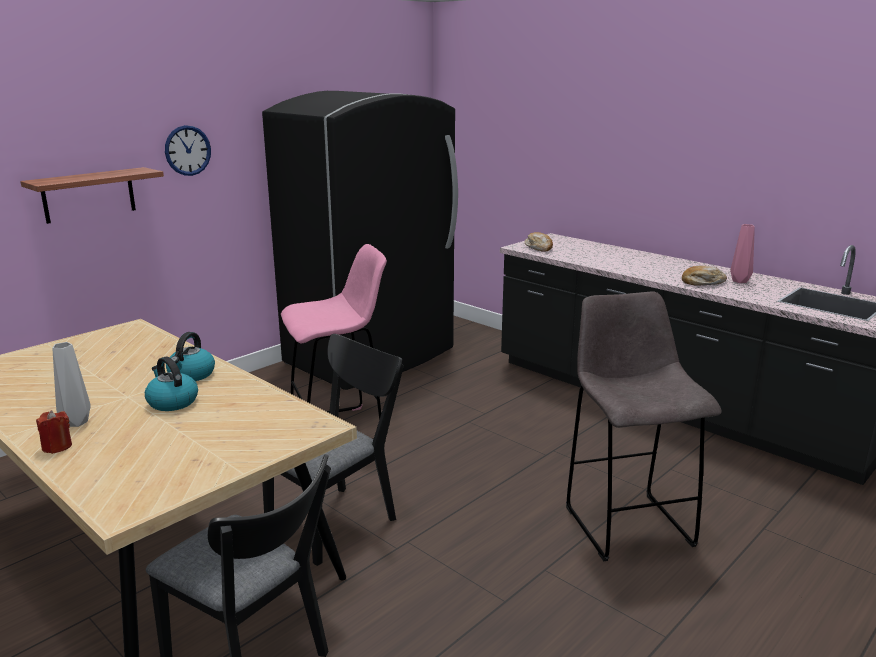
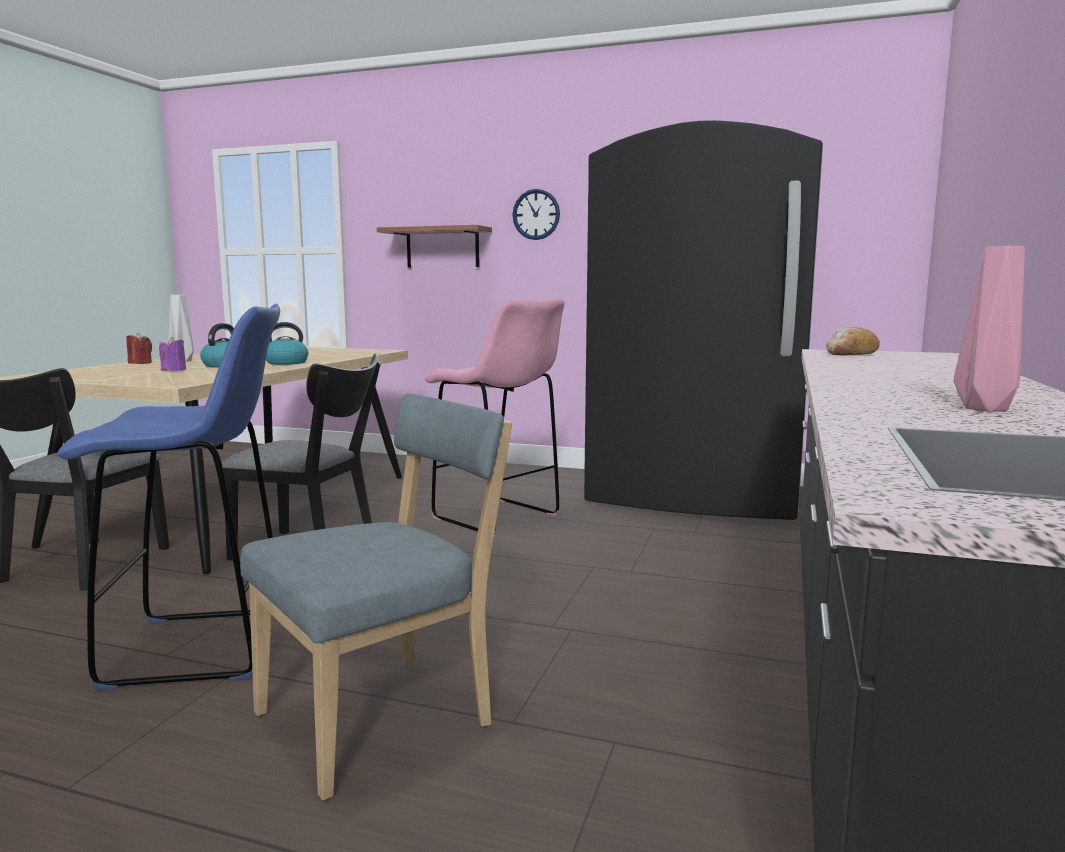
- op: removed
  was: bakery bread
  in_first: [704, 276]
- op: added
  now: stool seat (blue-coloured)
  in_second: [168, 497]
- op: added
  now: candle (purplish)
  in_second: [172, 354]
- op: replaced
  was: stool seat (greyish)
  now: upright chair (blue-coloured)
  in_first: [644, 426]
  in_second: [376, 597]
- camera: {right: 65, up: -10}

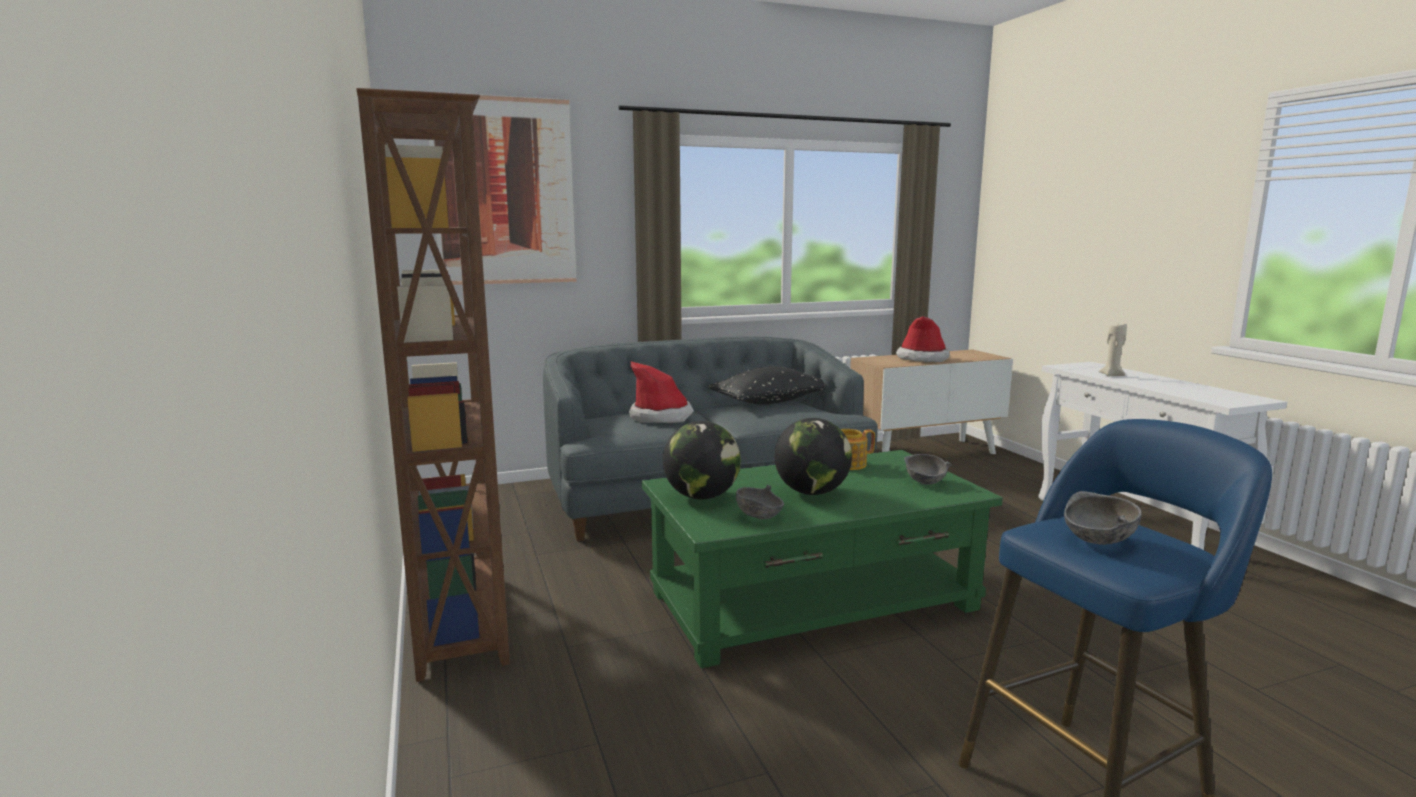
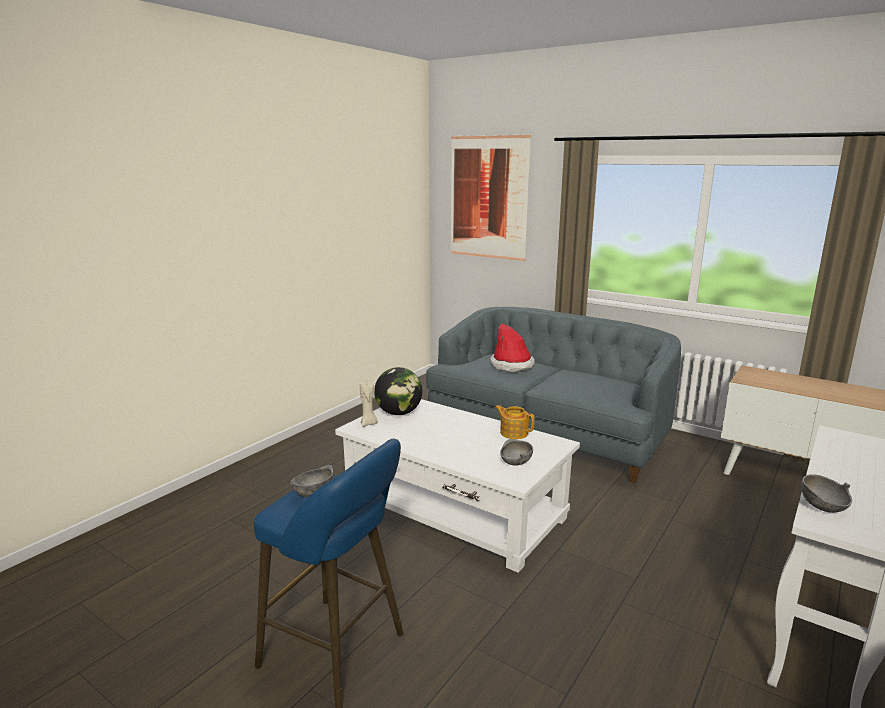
- op: removed
  was: shelving unit (brown)
  in_first: [433, 385]
- op: removed
  was: throw pillow (black)
  in_first: [766, 385]
- op: removed
  was: world globe
  in_first: [813, 456]
- op: removed
  was: hat
  in_first: [923, 339]
- op: moved
  was: serving bowl (greyish)
  in_first: [760, 501]
  in_second: [826, 493]
- op: moved
  was: candle (beige)
  in_first: [1113, 350]
  in_second: [369, 404]
- op: recoloured
  was: lounge table (green-coloured)
  now: lounge table (white)
  in_first: [822, 559]
  in_second: [457, 486]
- camera: {right: 55, up: 5}

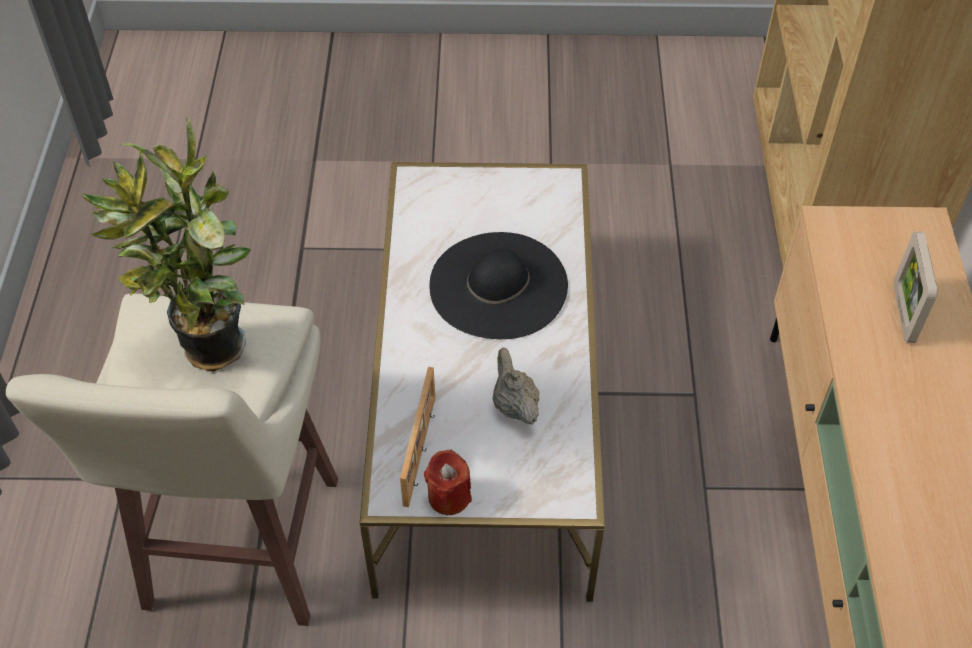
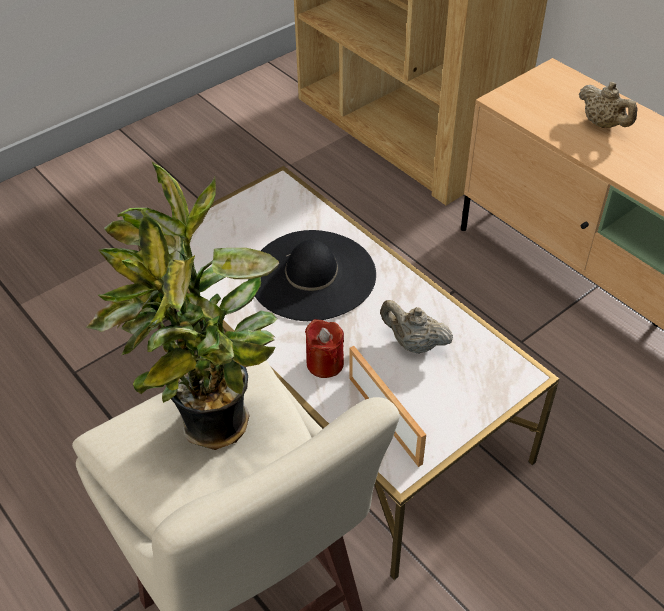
- op: moved
  was: candle (red)
  in_first: [448, 482]
  in_second: [324, 348]
- op: replaced
  was: photo frame
  now: tea pot (beige)
  in_first: [915, 287]
  in_second: [608, 105]
- camera: {right: -40, up: -5}

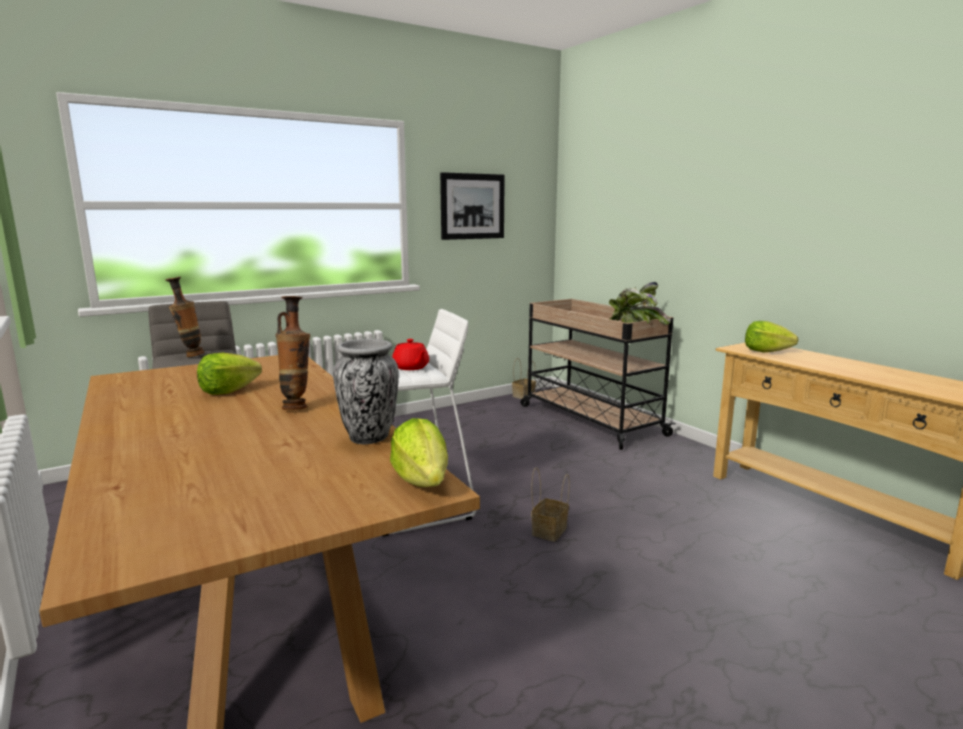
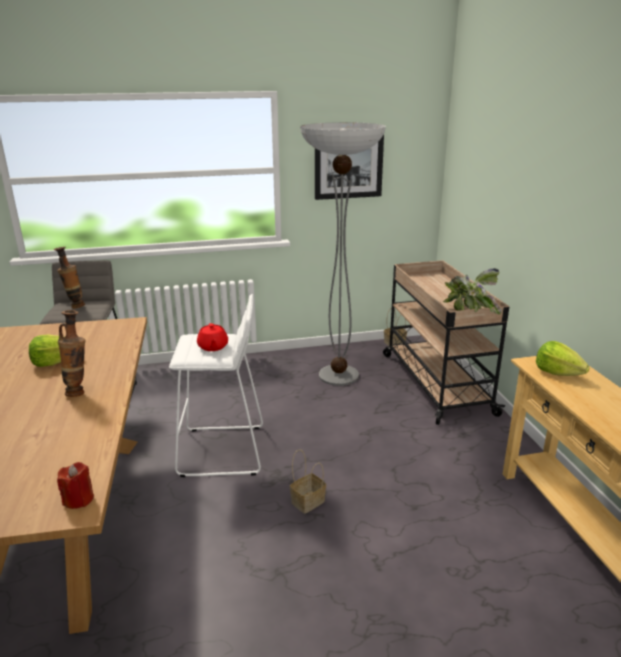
- op: removed
  was: vase
  in_first: [366, 391]
- op: added
  now: floor lamp
  in_second: [343, 254]
- op: replaced
  was: lettuce
  now: candle (red)
  in_first: [419, 452]
  in_second: [75, 485]
- camera: {right: 20, up: 10}

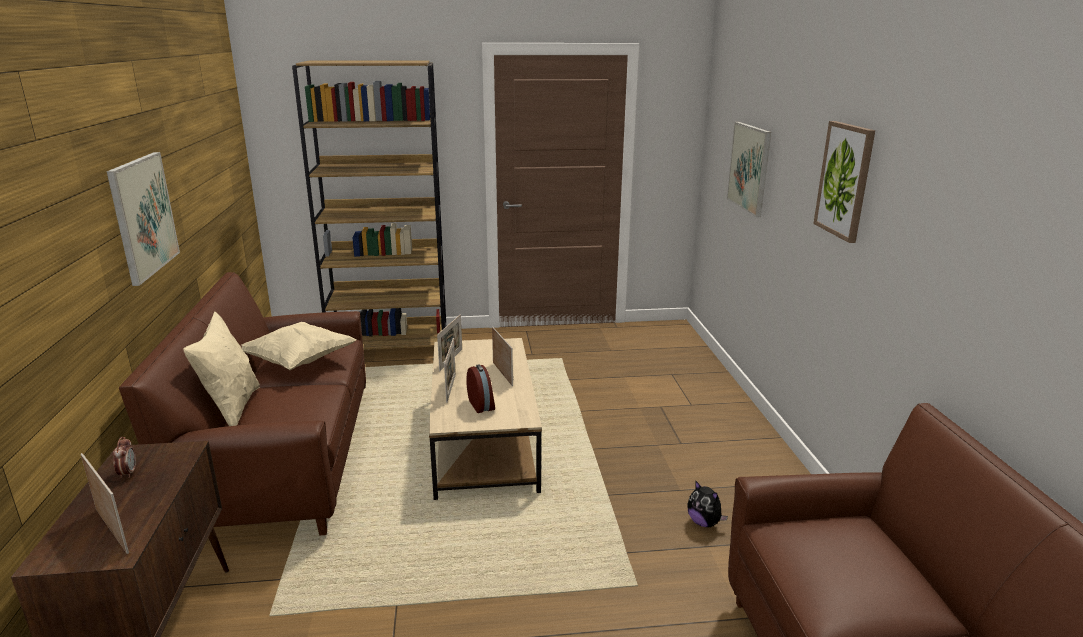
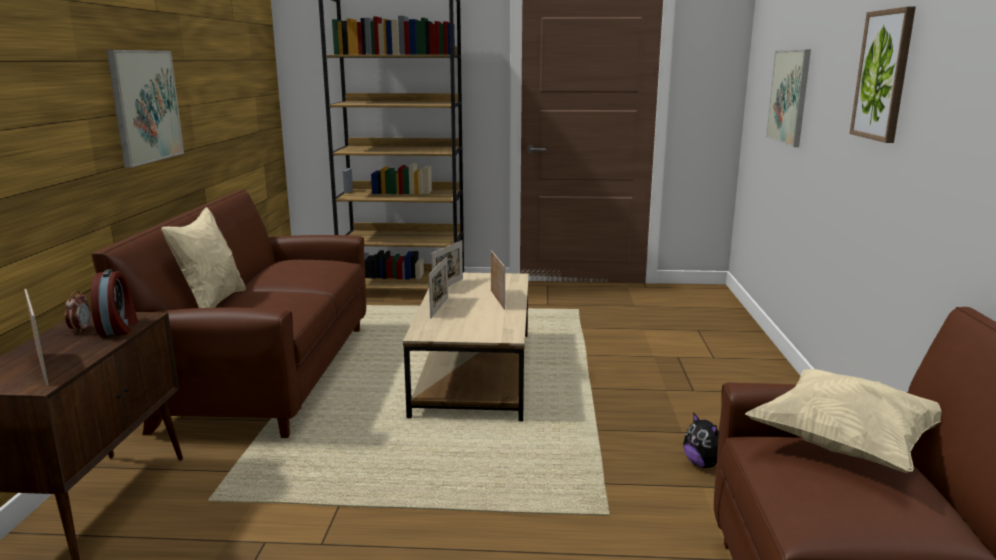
- op: moved
  was: throw pillow (beige)
  in_first: [299, 346]
  in_second: [843, 421]
- op: moved
  was: alarm clock
  in_first: [480, 388]
  in_second: [114, 302]
- camera: {right: 10, up: -5}

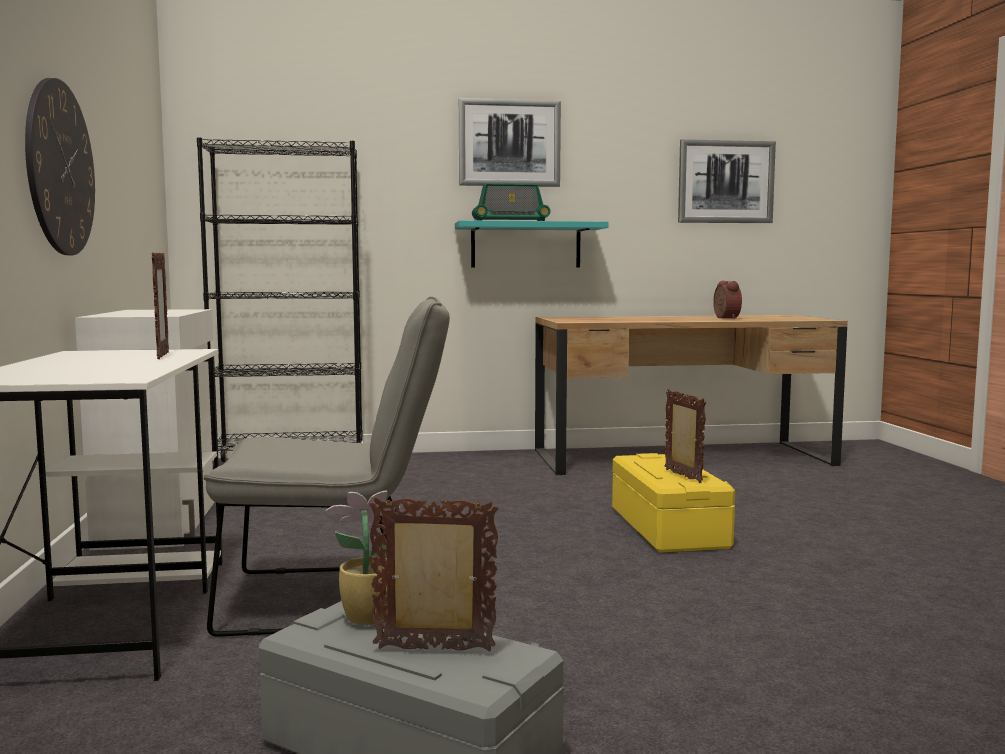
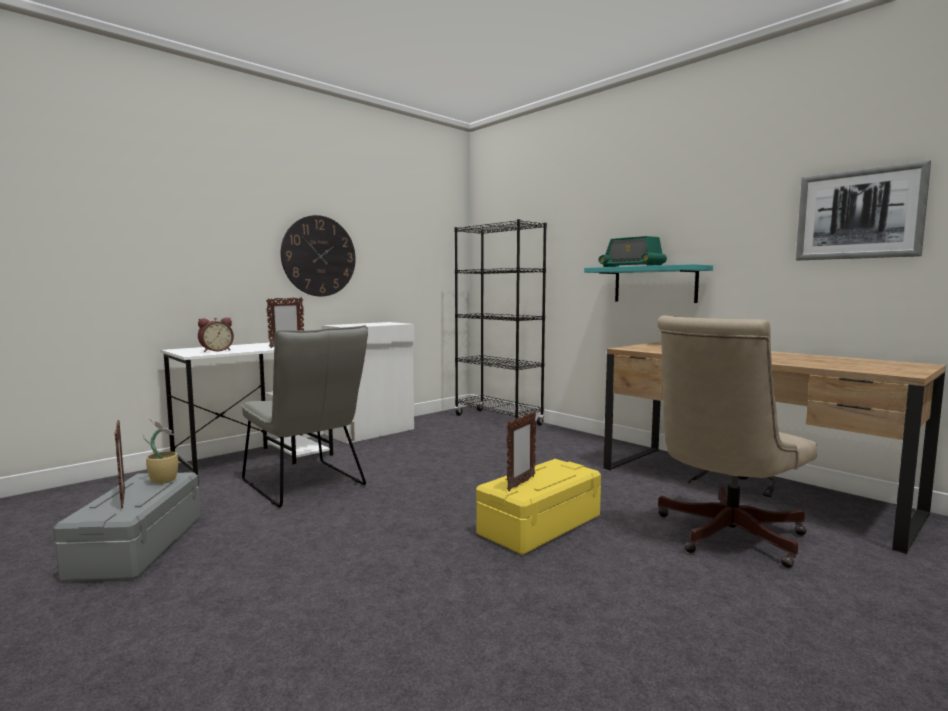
- op: removed
  was: wall picture
  in_first: [510, 142]
- op: added
  now: office chair (beige)
  in_second: [737, 442]
- op: moved
  was: alarm clock
  in_first: [727, 300]
  in_second: [216, 335]
- camera: {right: 55, up: 0}

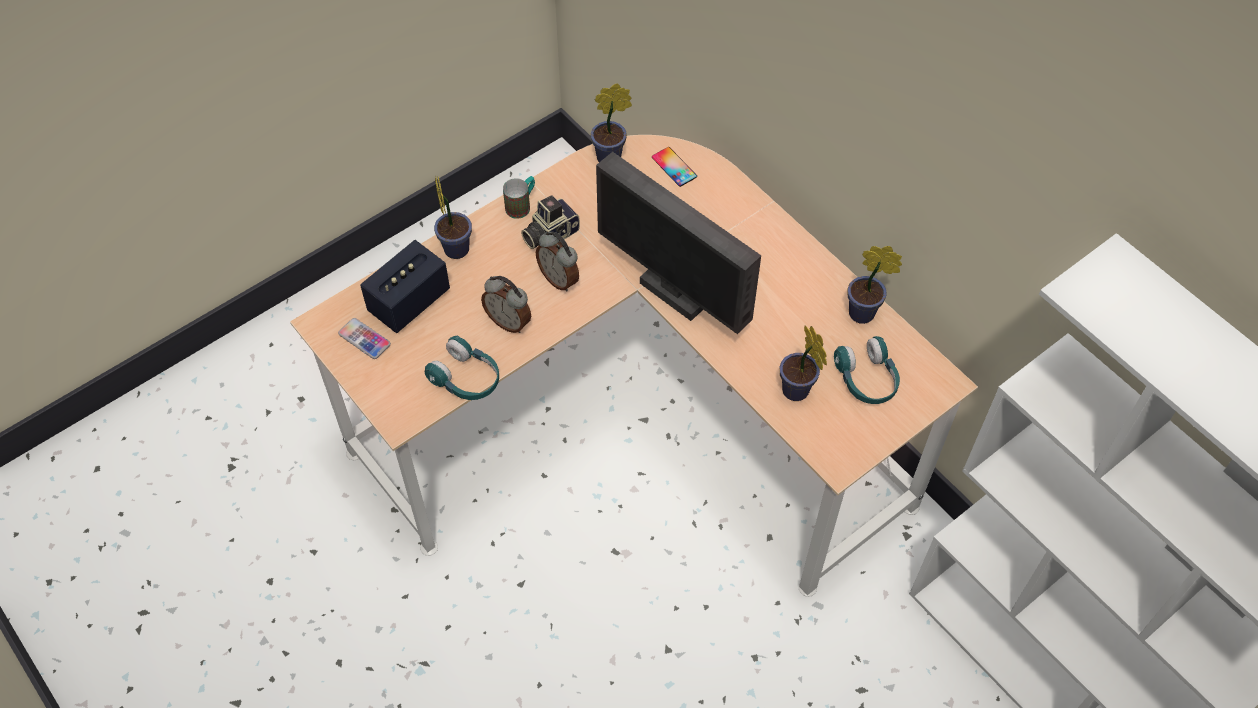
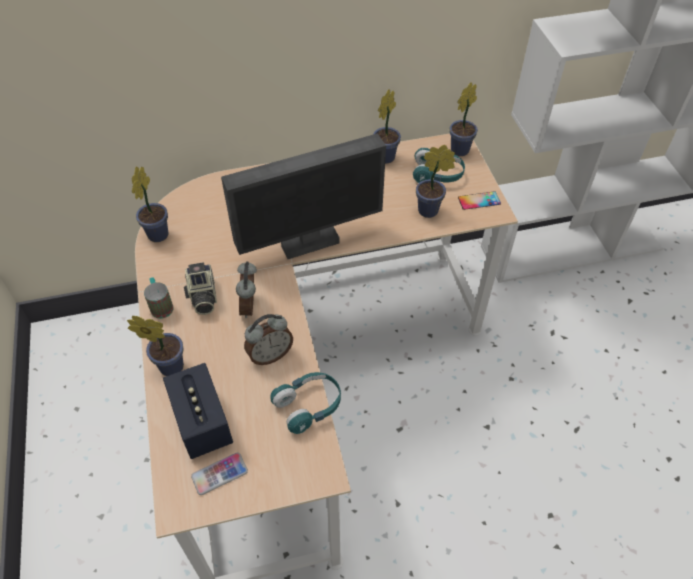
- op: added
  now: potted plant
  in_second: [464, 119]
- op: moved
  was: phone
  in_first: [674, 167]
  in_second: [479, 200]
- op: turned
  was: alarm clock
  in_first: [557, 261]
  in_second: [246, 289]
  clockwise: 105
- camera: {right: -65, up: -5}

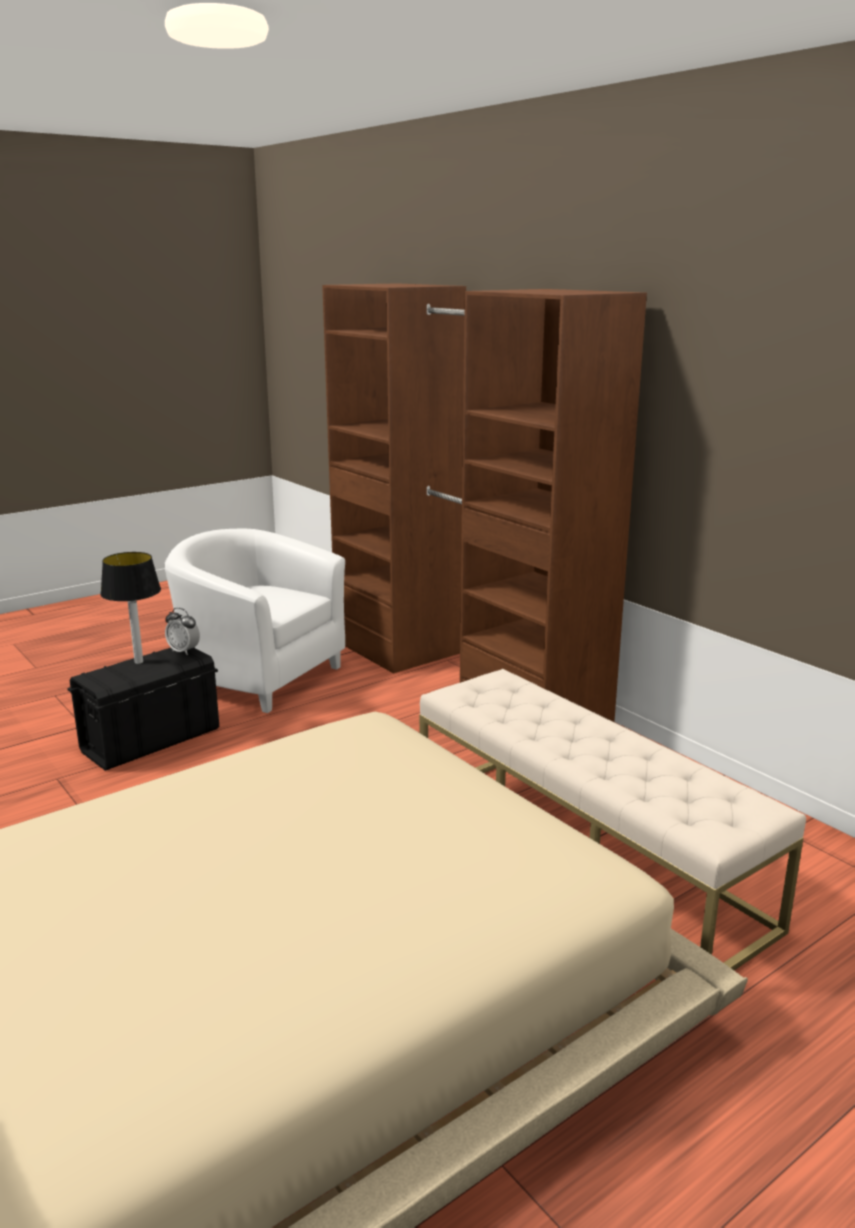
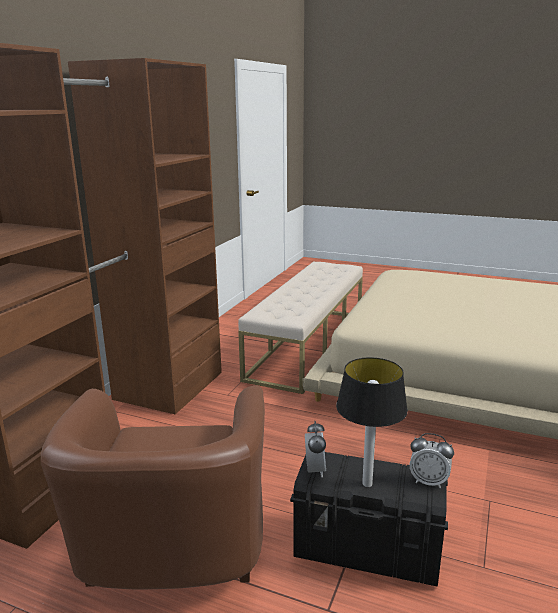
- op: added
  now: alarm clock
  in_second: [432, 460]
- op: recoloured
  was: armchair (white)
  now: armchair (brown)
  in_first: [255, 621]
  in_second: [153, 487]
- camera: {right: -120, up: 0}

